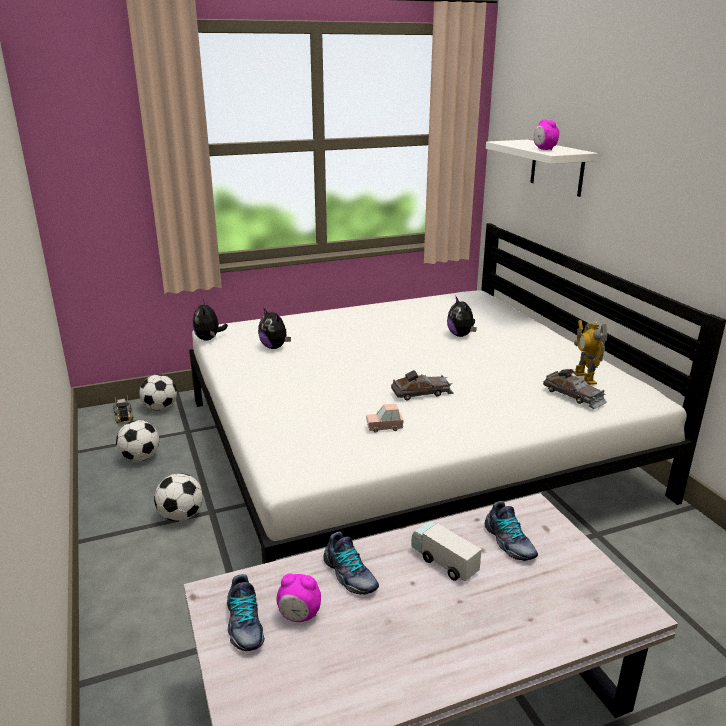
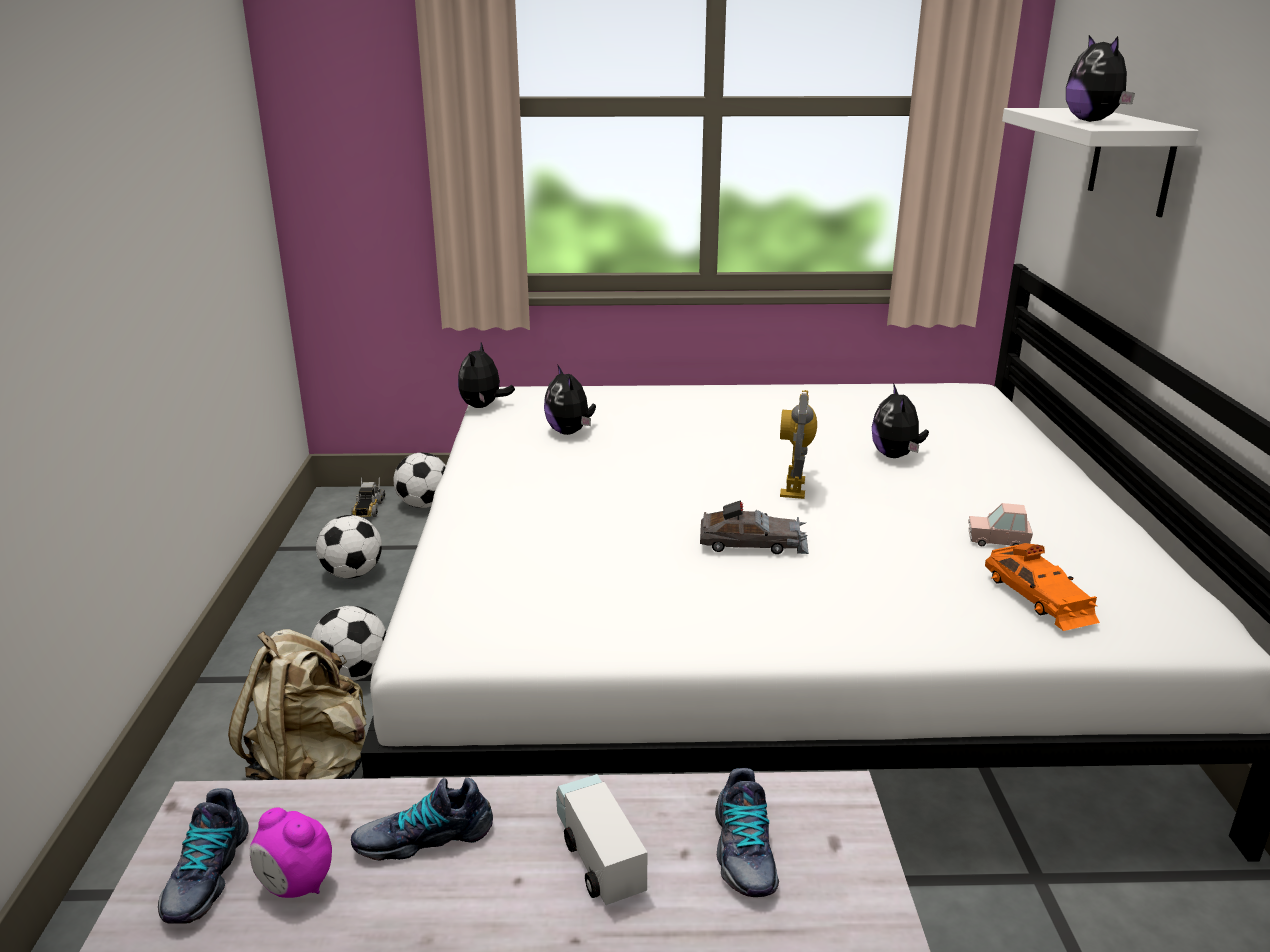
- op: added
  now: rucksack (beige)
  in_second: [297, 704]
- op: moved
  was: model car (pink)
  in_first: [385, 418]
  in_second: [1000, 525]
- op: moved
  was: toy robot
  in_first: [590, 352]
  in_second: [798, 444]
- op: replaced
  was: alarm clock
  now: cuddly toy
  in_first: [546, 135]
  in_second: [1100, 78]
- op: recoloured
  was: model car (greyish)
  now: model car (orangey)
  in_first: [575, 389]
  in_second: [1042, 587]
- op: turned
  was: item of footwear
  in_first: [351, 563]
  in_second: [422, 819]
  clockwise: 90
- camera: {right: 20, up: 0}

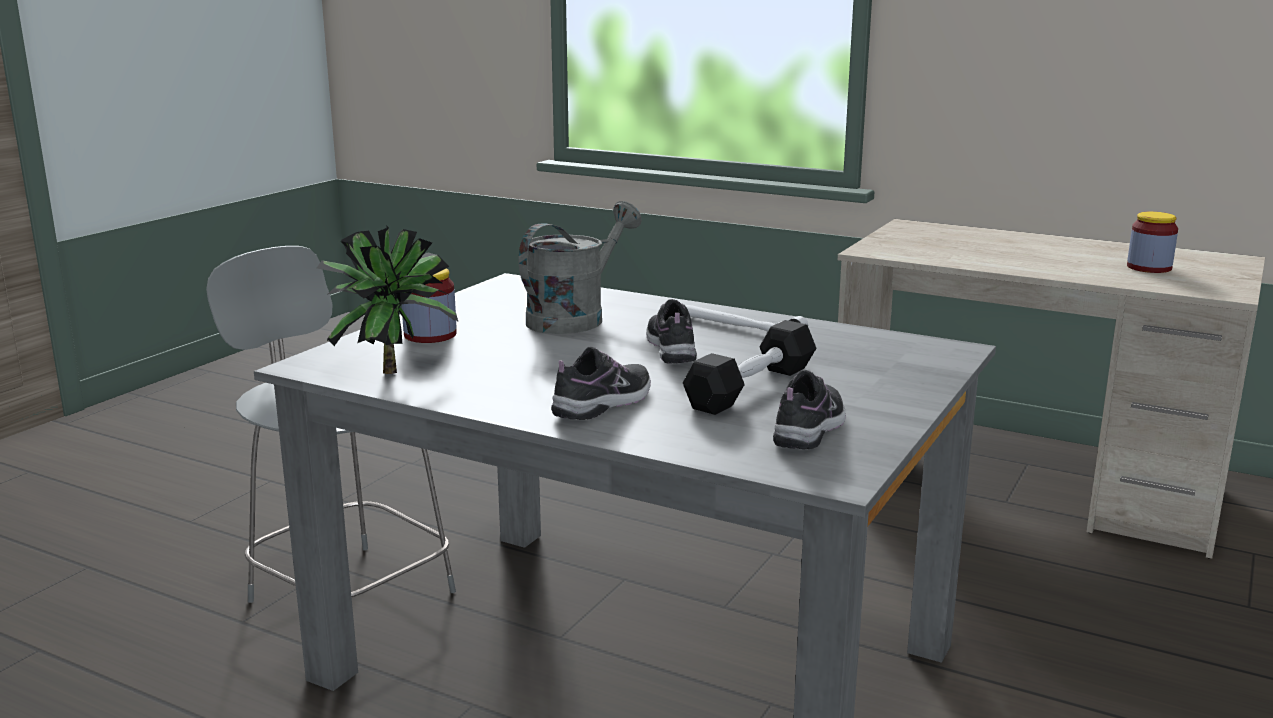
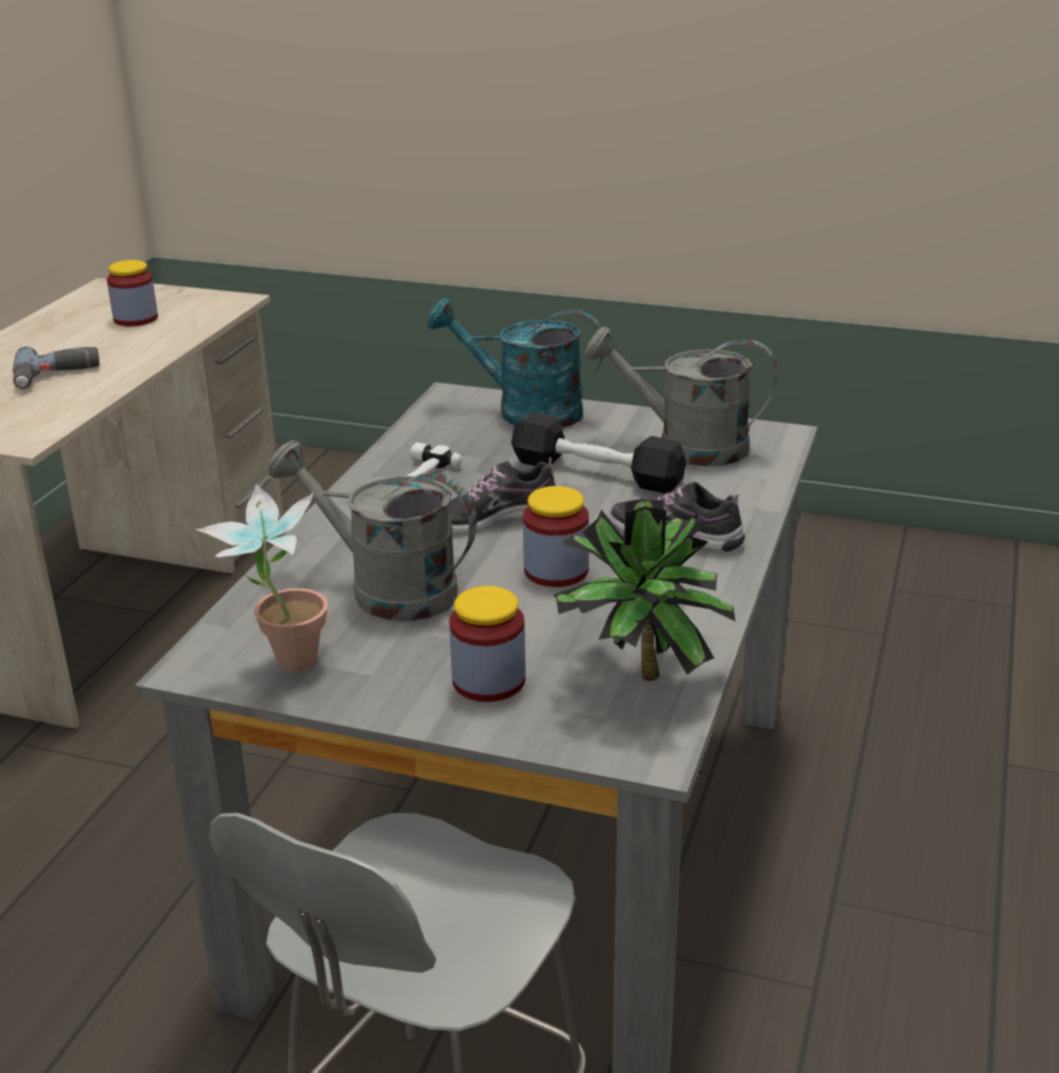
- op: added
  now: electric drill
  in_second: [56, 368]
- op: added
  now: potted plant
  in_second: [262, 578]
- op: added
  now: watering can (blue-green)
  in_second: [515, 363]
- op: added
  now: jar
  in_second: [556, 536]
- op: replaced
  was: item of footwear
  now: watering can (greyish)
  in_first: [809, 409]
  in_second: [681, 396]
- camera: {right: -100, up: 10}

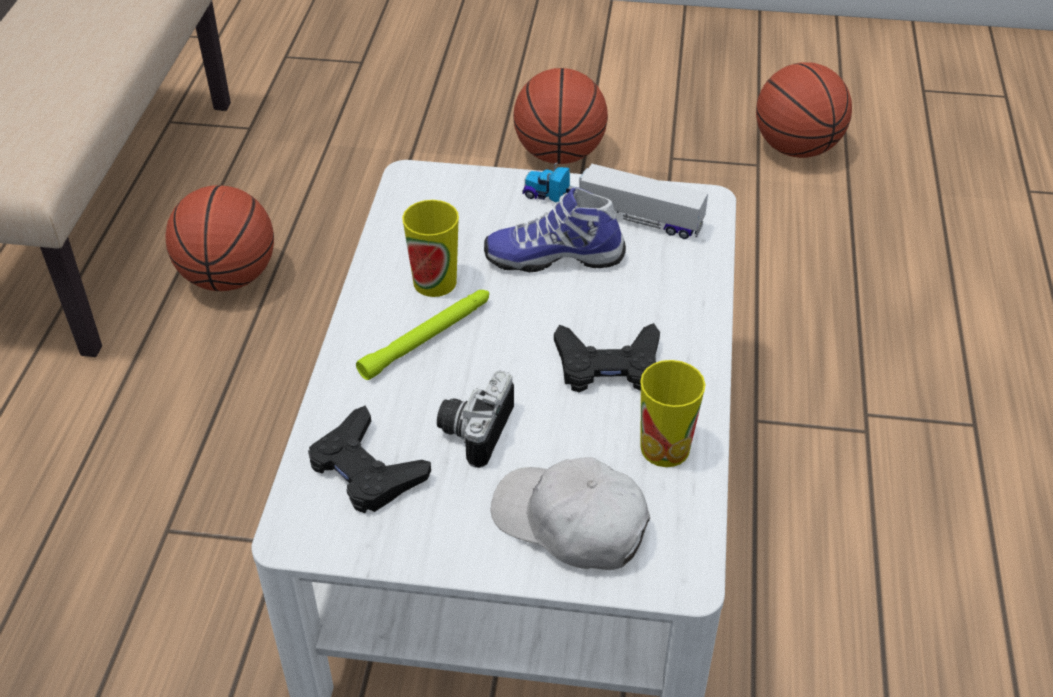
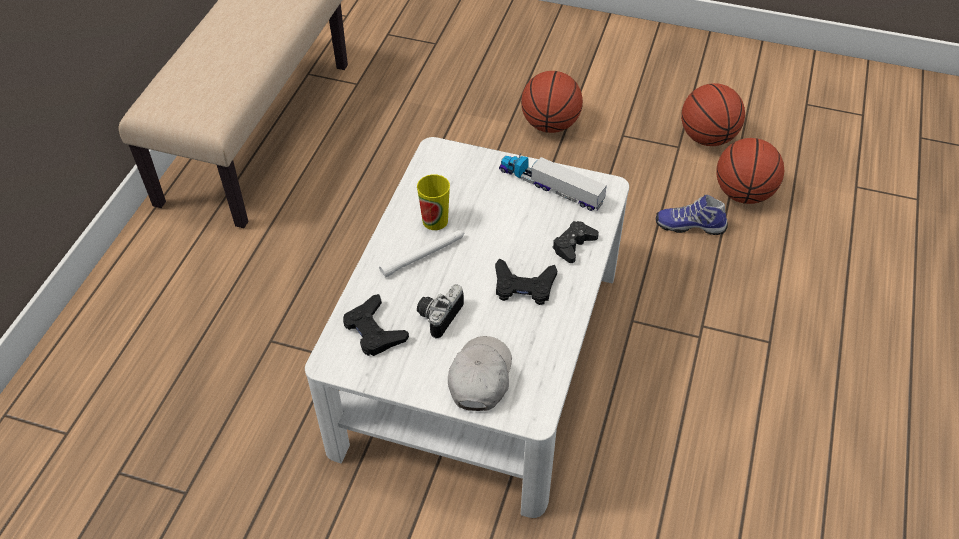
- op: removed
  was: cup
  in_first: [672, 413]
- op: added
  now: joypad (black)
  in_second: [575, 242]
- op: moved
  was: basketball
  in_first: [219, 238]
  in_second: [750, 171]
- op: moved
  was: item of footwear
  in_first: [555, 229]
  in_second: [692, 214]
- op: recoloured
  was: torch (green-coloured)
  now: torch (white)
  in_first: [422, 335]
  in_second: [421, 254]
- op: turned
  was: baseball cap (white)
  in_first: [570, 513]
  in_second: [480, 373]
  clockwise: 60
- camera: {right: 10, up: 5}

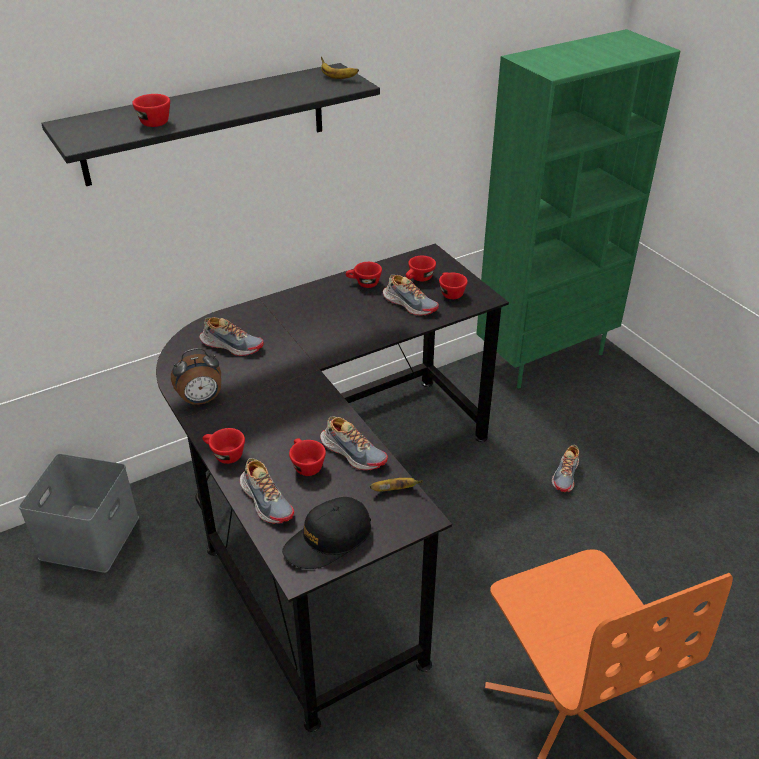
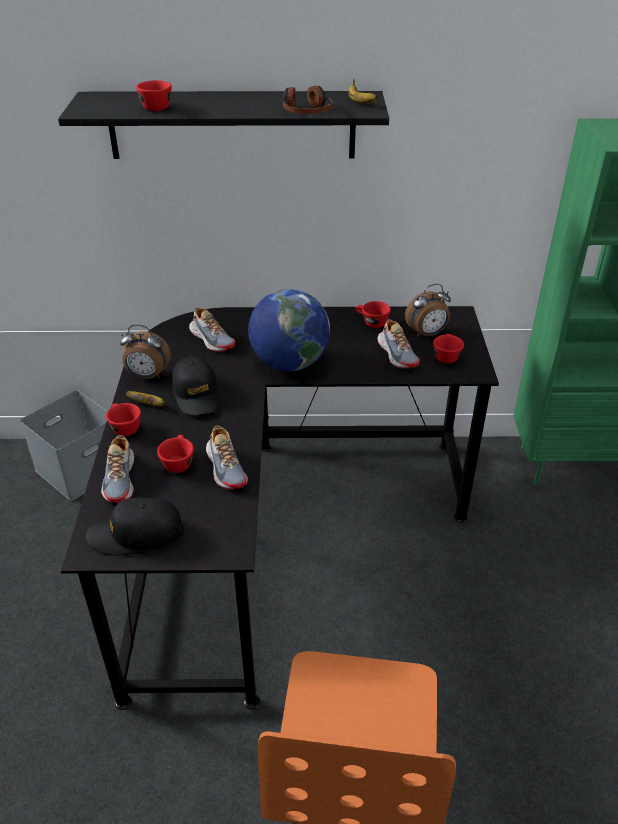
- op: removed
  was: item of footwear
  in_first: [565, 468]
- op: added
  now: baseball cap (black)
  in_second: [196, 386]
- op: added
  now: world globe
  in_second: [289, 330]
- op: added
  now: headphones
  in_second: [308, 100]
- op: moved
  was: whole banana
  in_first: [396, 484]
  in_second: [145, 398]
- op: replaced
  was: cup (red)
  now: alarm clock
  in_first: [421, 269]
  in_second: [428, 310]
- camera: {right: 30, up: 0}

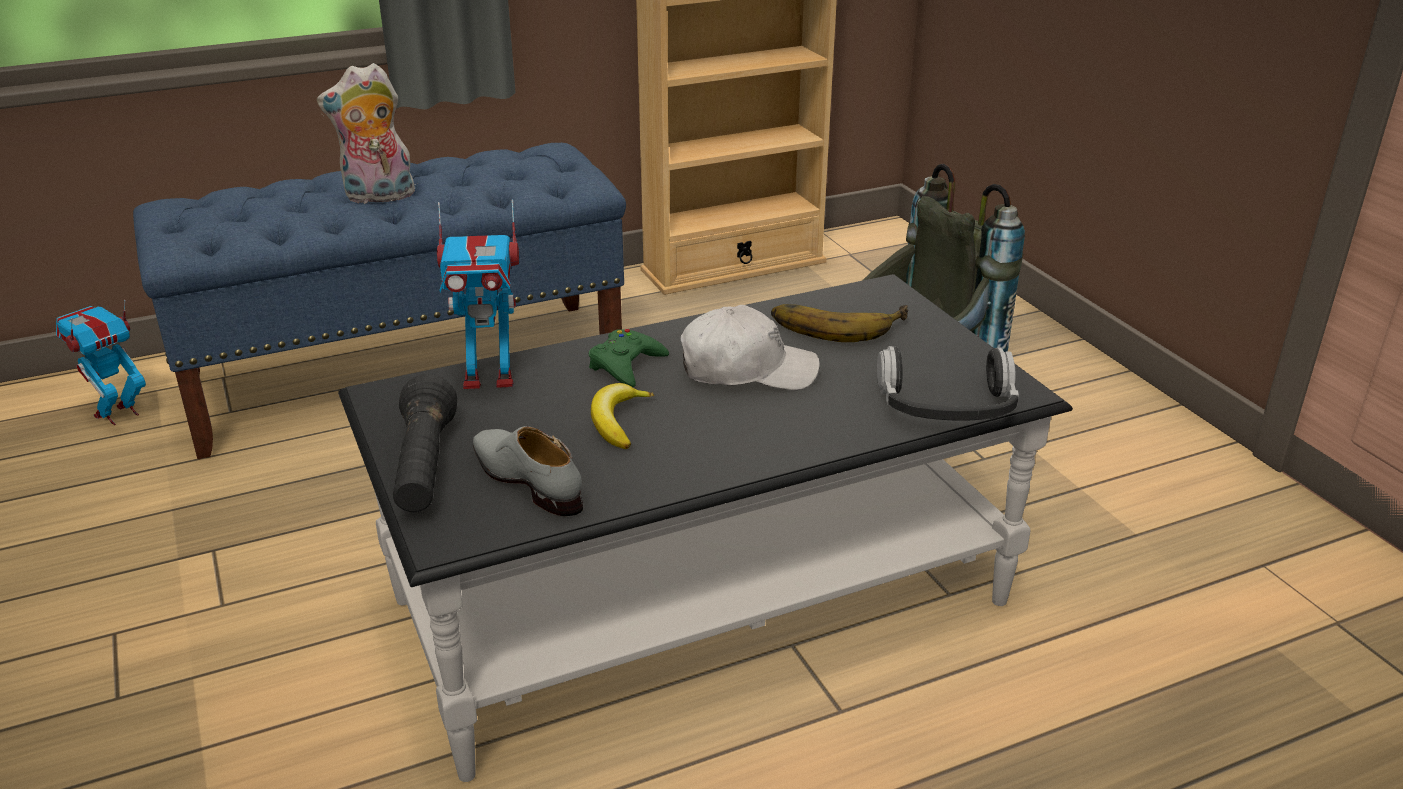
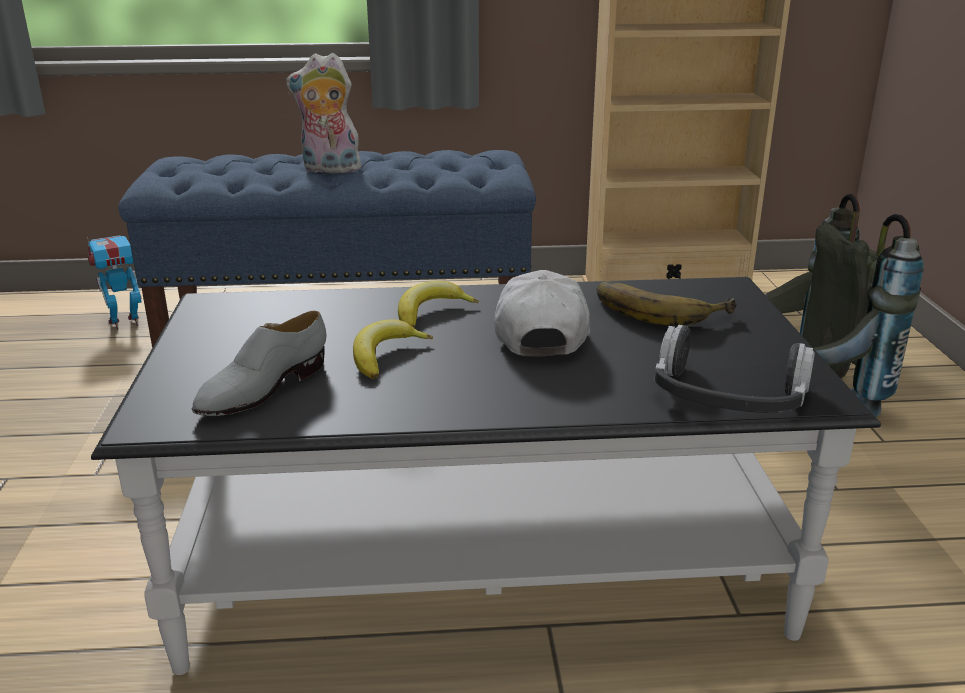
- op: removed
  was: torch (black)
  in_first: [425, 443]
- op: removed
  was: toy robot
  in_first: [478, 294]
- op: replaced
  was: joypad (green-coloured)
  now: whole banana
  in_first: [629, 358]
  in_second: [438, 304]
- op: turned
  was: item of footwear (greyish)
  in_first: [528, 471]
  in_second: [259, 363]
  clockwise: -120
- op: turned
  was: baseball cap (white)
  in_first: [750, 347]
  in_second: [542, 313]
  clockwise: -105
- camera: {right: 20, up: -5}

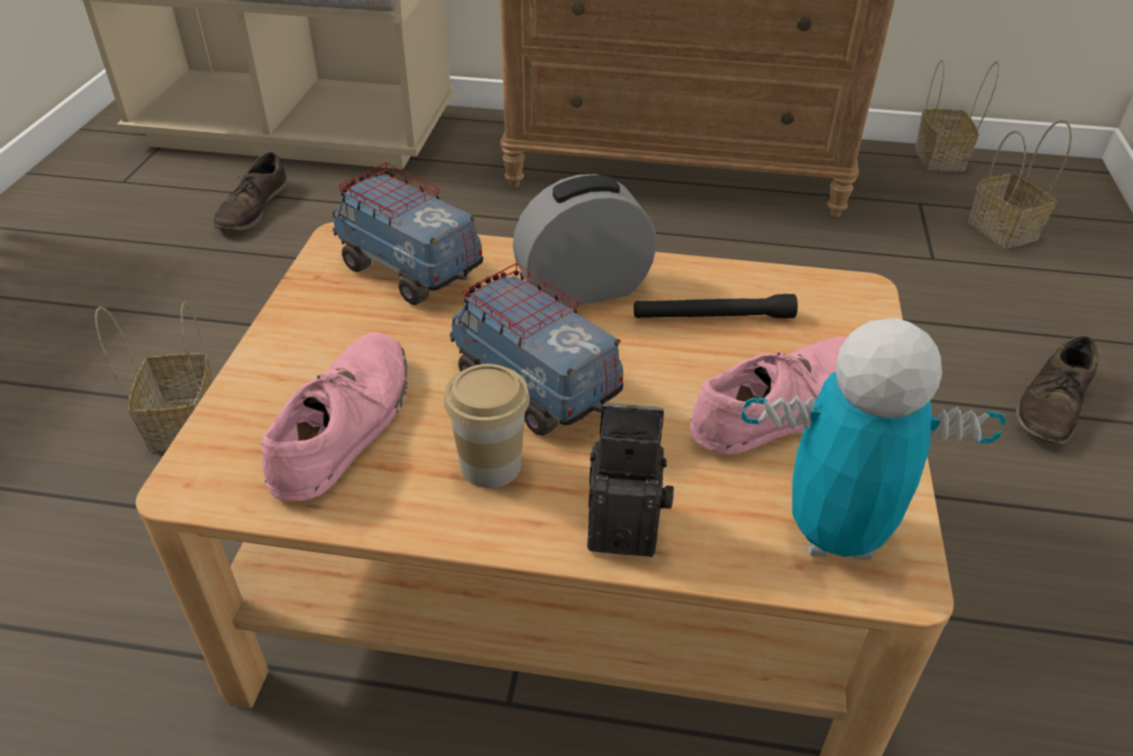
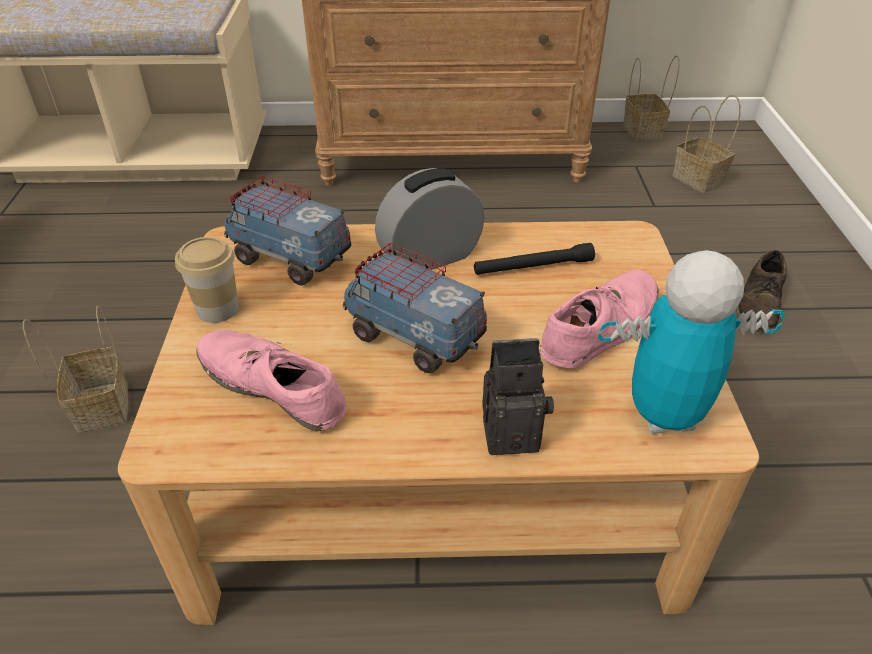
- op: removed
  was: item of footwear (brown)
  in_first: [250, 191]
- op: moved
  was: cup
  in_first: [486, 426]
  in_second: [207, 280]
- op: turned
  was: item of footwear (pink)
  in_first: [335, 416]
  in_second: [271, 380]
  clockwise: -60
- camera: {right: -10, up: 0}

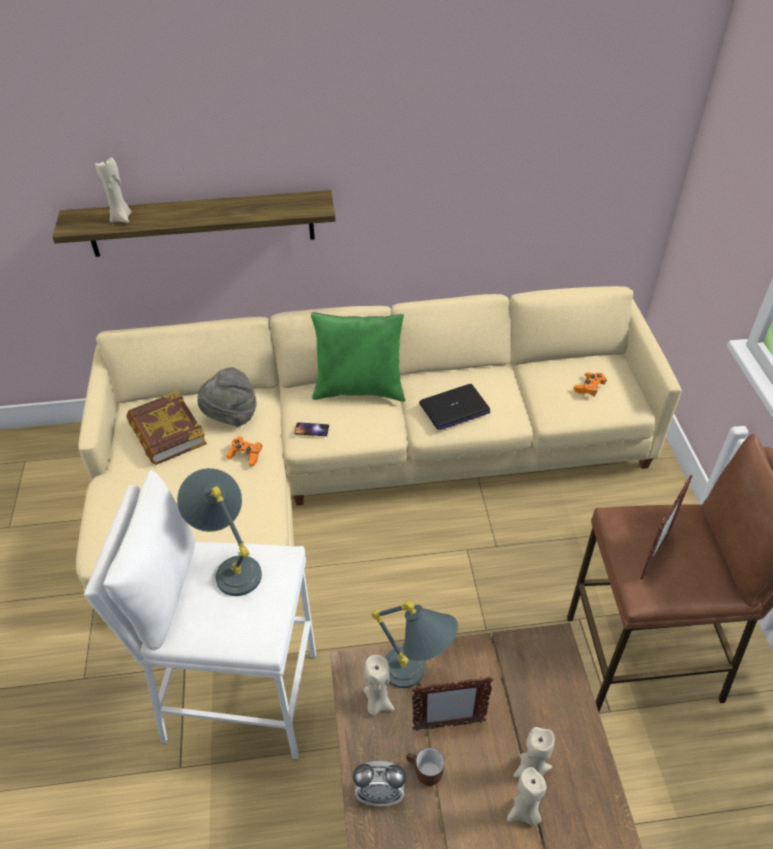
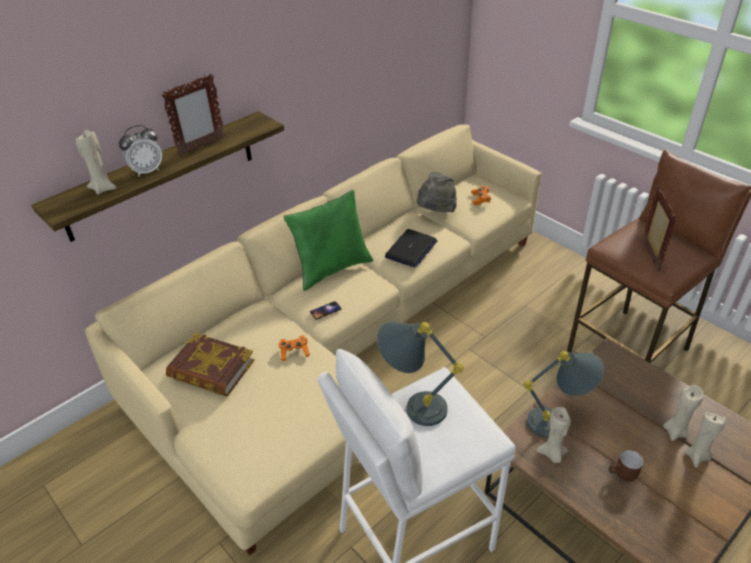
- op: moved
  was: hat (greyish)
  in_first: [227, 397]
  in_second: [437, 192]
- op: moved
  was: alarm clock
  in_first: [379, 783]
  in_second: [140, 151]
- op: moved
  was: photo frame
  in_first: [453, 703]
  in_second: [193, 115]
- camera: {right: -35, up: -5}

